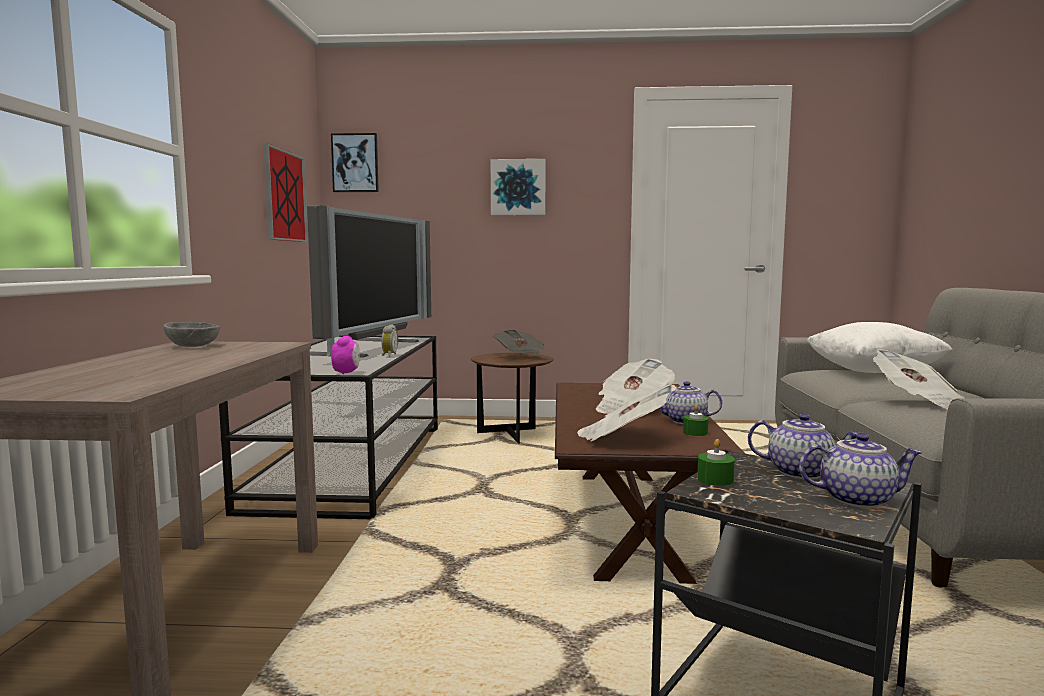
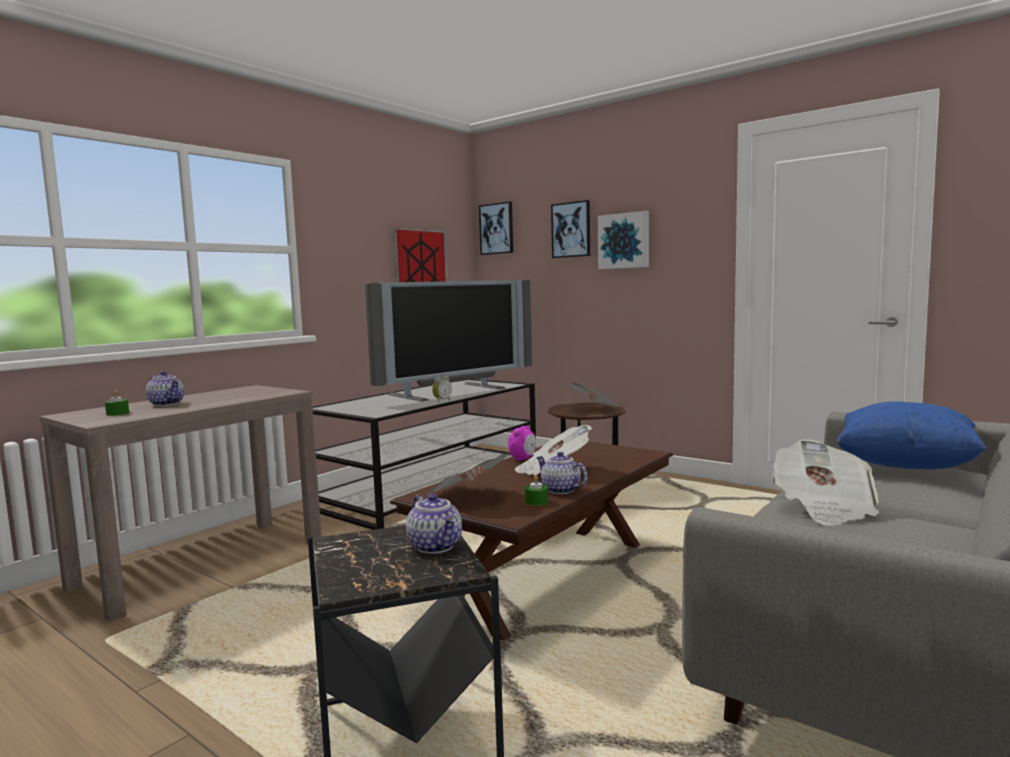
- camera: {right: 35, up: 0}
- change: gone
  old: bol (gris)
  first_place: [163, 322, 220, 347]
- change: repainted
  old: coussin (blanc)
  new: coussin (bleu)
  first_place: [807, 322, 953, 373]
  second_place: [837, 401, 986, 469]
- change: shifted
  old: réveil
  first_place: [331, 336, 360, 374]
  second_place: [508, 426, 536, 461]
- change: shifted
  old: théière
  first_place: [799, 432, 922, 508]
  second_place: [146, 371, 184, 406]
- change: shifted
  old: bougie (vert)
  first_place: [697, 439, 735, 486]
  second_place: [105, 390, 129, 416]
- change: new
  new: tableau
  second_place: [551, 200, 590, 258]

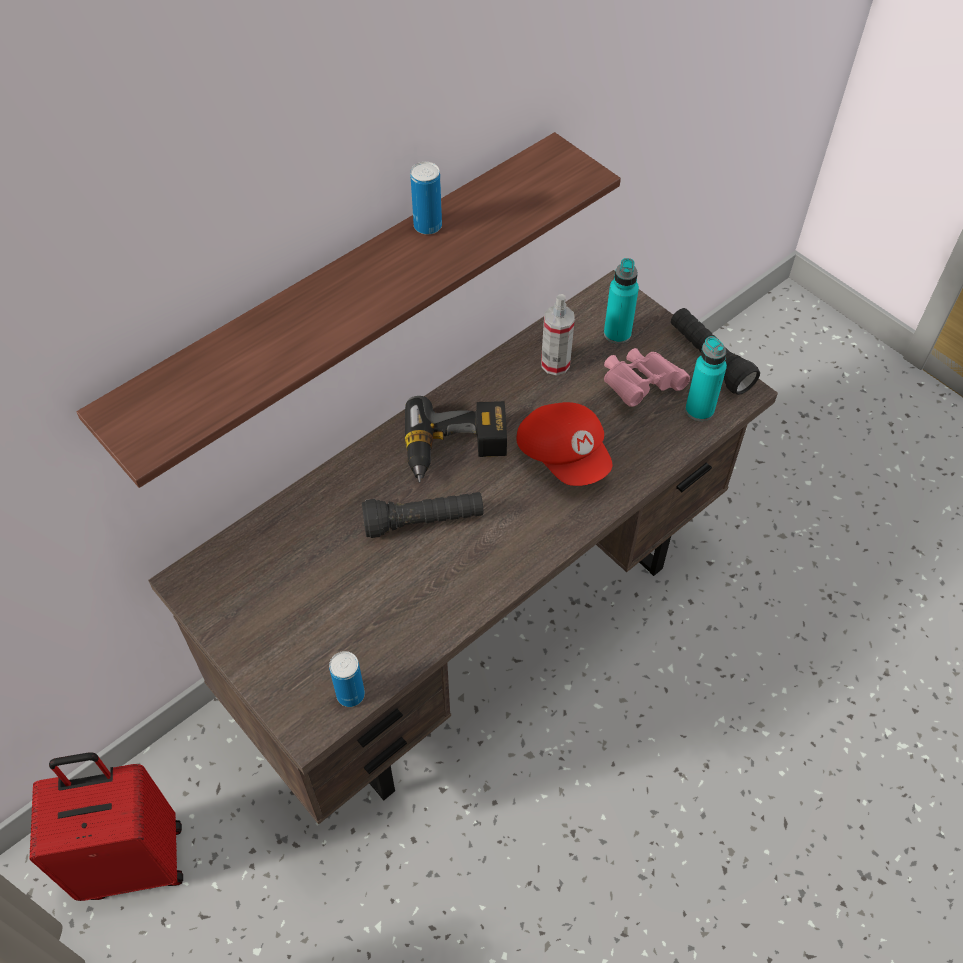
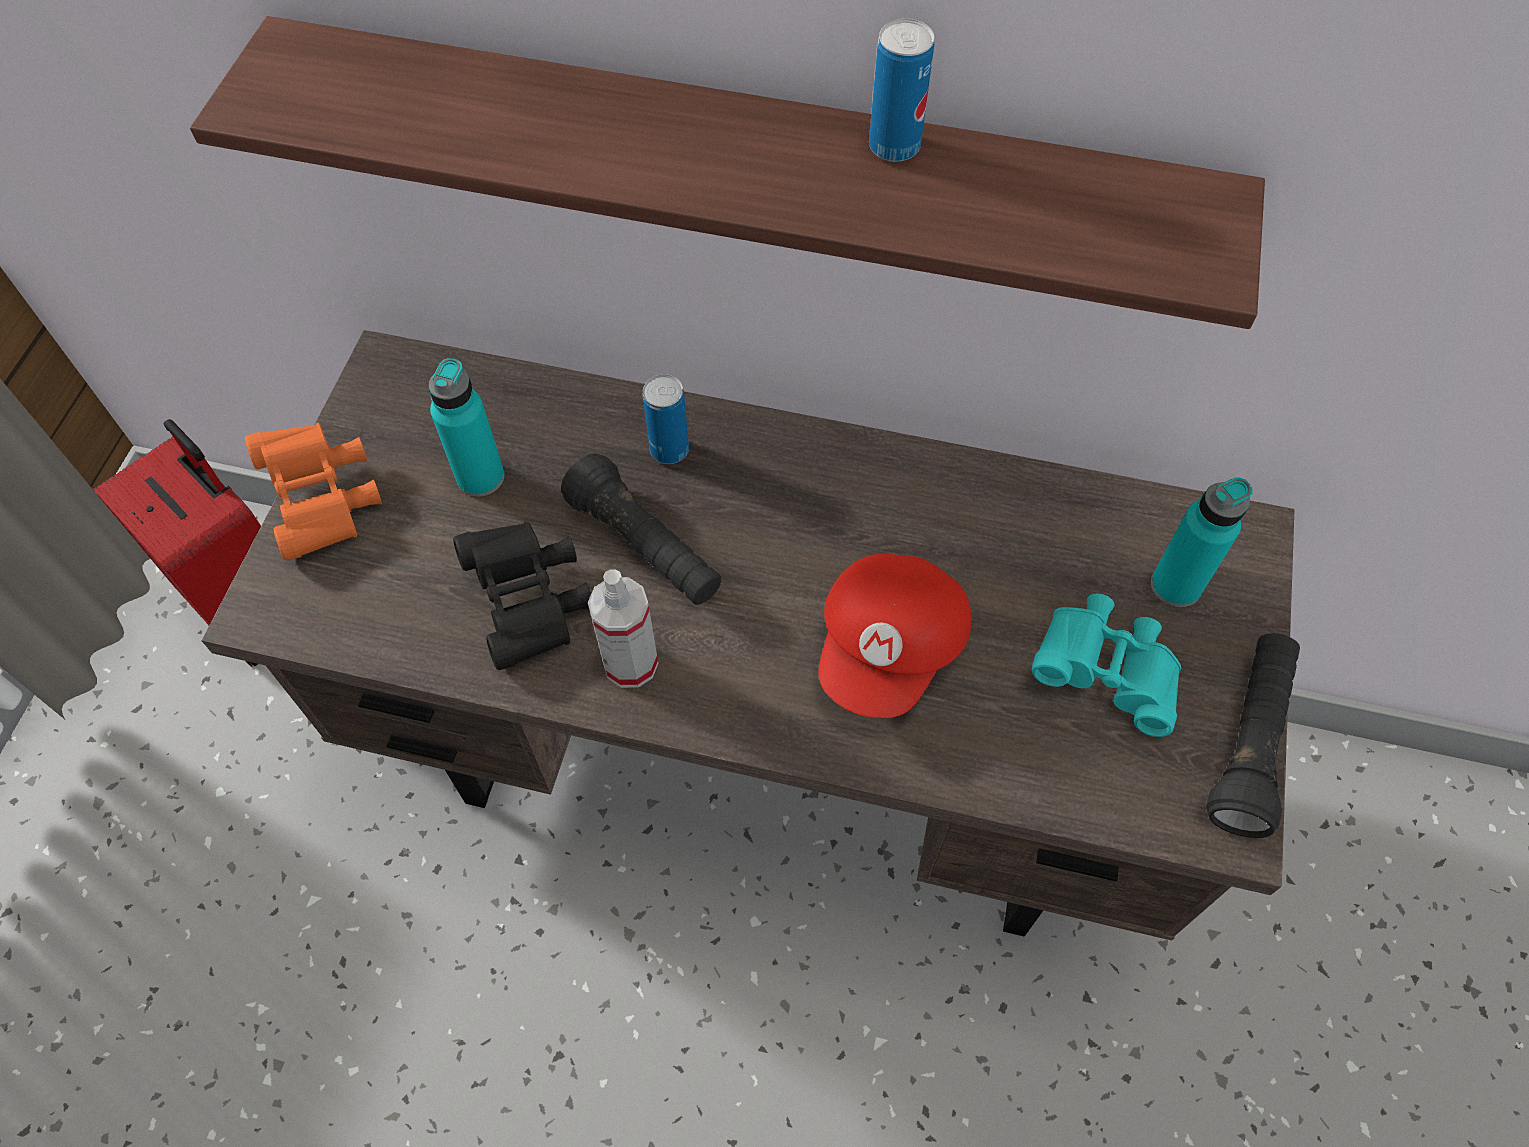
- camera: {right: 55, up: 5}
- change: shifted
  old: vaporisateur
  first_place: [541, 294, 575, 375]
  second_place: [588, 569, 658, 688]
- change: shifted
  old: bouteille (turquoise)
  first_place: [685, 336, 727, 421]
  second_place: [429, 358, 504, 497]
- change: repainted
  old: jumelles (rose)
  new: jumelles (turquoise)
  first_place: [604, 348, 690, 407]
  second_place: [1032, 594, 1181, 737]
- change: gone
  old: perceuse
  first_place: [405, 396, 507, 483]
- change: shifted
  old: boîte métallique
  first_place: [329, 651, 365, 707]
  second_place: [643, 374, 689, 464]
- change: new
  new: jumelles (orange)
  second_place: [245, 423, 382, 561]
- change: new
  new: jumelles (noir)
  second_place: [453, 521, 591, 670]

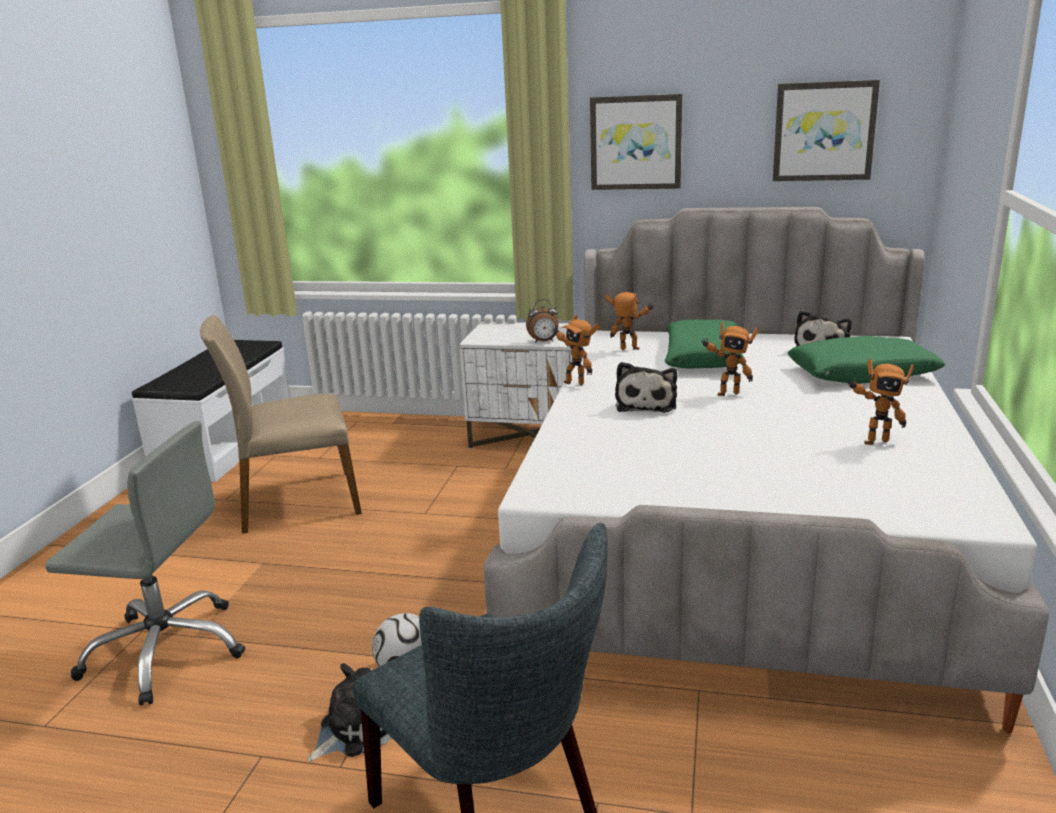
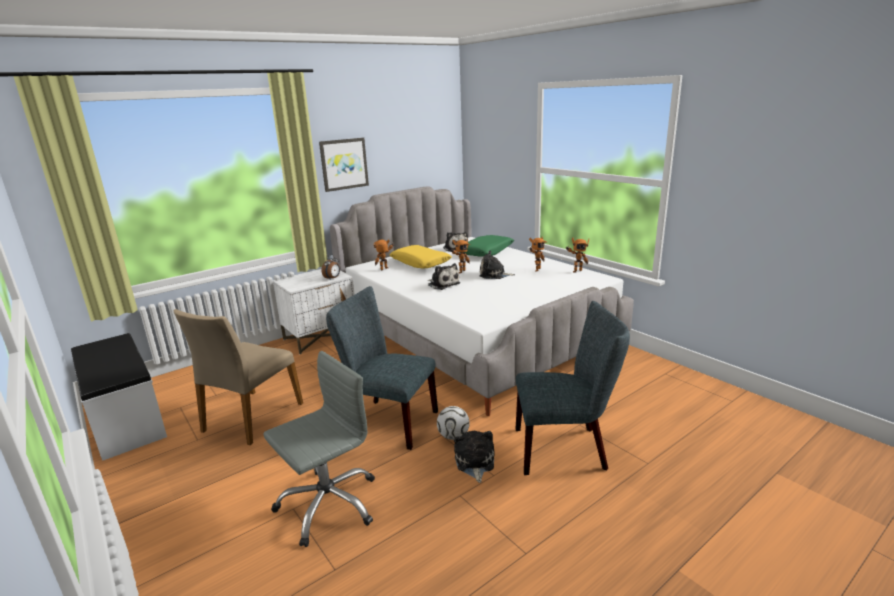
- camera: {right: -50, up: 0}
- change: gone
  old: tableau
  first_place: [773, 80, 880, 181]
- change: shifted
  old: robot jouet
  first_place: [552, 315, 600, 385]
  second_place: [566, 238, 589, 273]
- change: repainted
  old: coussin (vert)
  new: coussin (jaune)
  first_place: [665, 319, 744, 369]
  second_place: [390, 245, 452, 269]
- change: new
  new: peluche
  second_place: [480, 251, 515, 279]
- change: new
  new: chaise (gris)
  second_place: [326, 286, 438, 450]

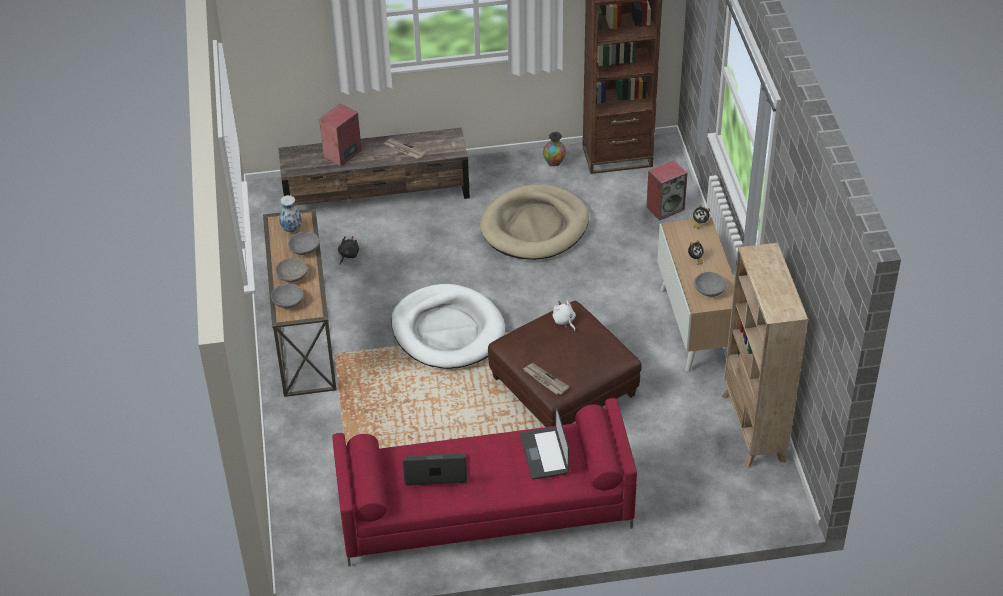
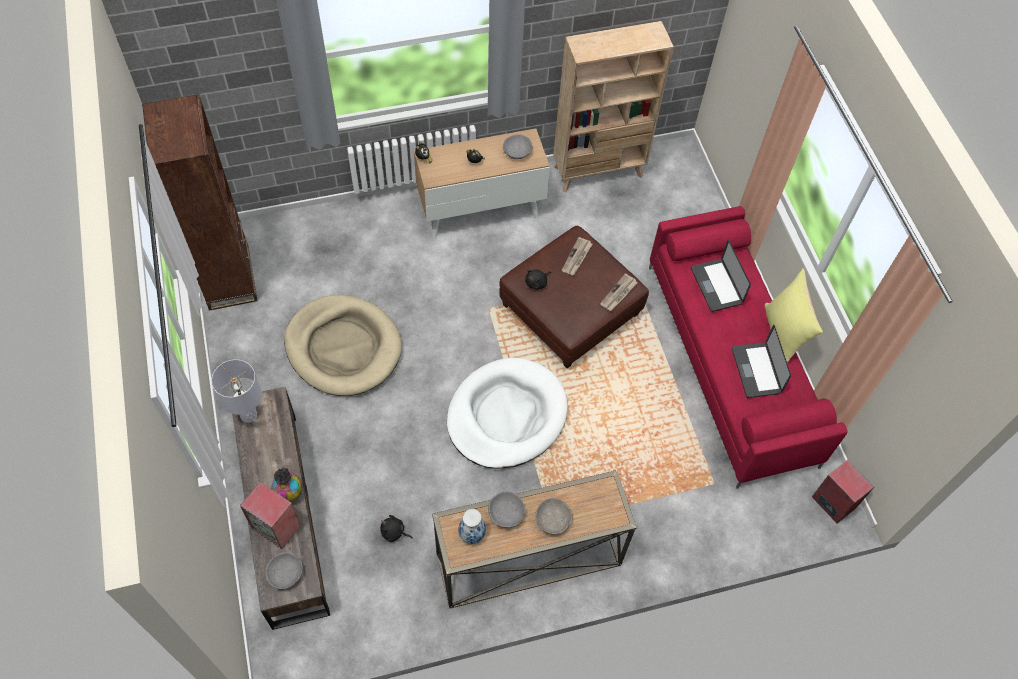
- camera: {right: -100, up: 15}
- change: shifted
  old: vase
  first_place: [543, 132, 566, 166]
  second_place: [272, 468, 302, 502]
- change: shifted
  old: journal
  first_place: [384, 138, 427, 159]
  second_place: [561, 237, 592, 275]
- change: shifted
  old: enceinte
  first_place: [646, 160, 687, 221]
  second_place: [812, 460, 874, 523]
- change: shifted
  old: bol (gris)
  first_place: [271, 284, 304, 309]
  second_place: [265, 552, 303, 589]
- change: repainted
  old: peluche (blanc)
  new: peluche (noir)
  first_place: [553, 300, 576, 331]
  second_place: [525, 270, 551, 290]
- change: rotated
  old: ordinateur portable
  first_place: [520, 403, 569, 479]
  second_place: [691, 240, 751, 312]
  degrees: 90
- change: new
  new: coussin (jaune)
  second_place: [765, 268, 823, 363]
- change: new
  new: lampe de table (gris)
  second_place: [211, 359, 262, 423]

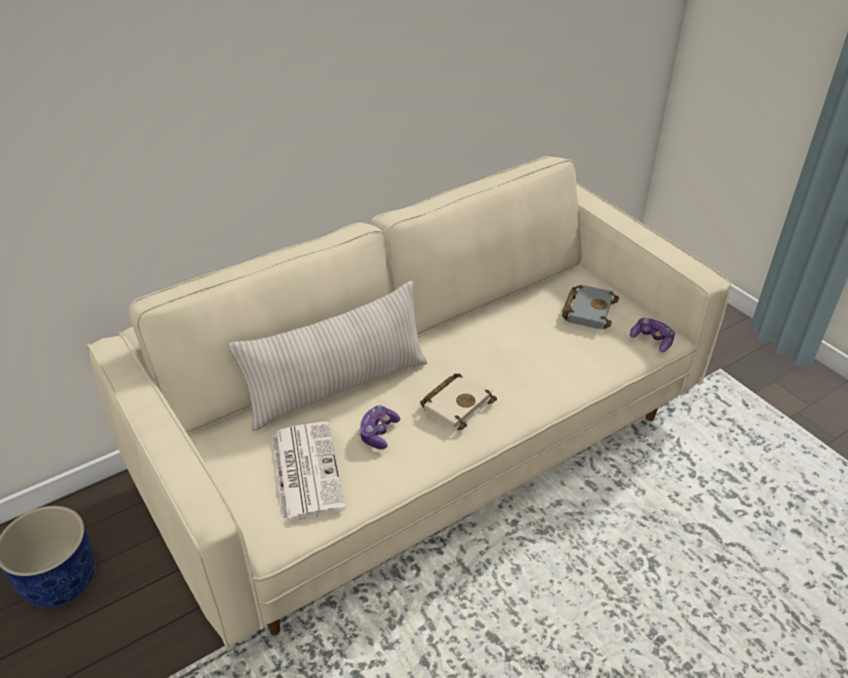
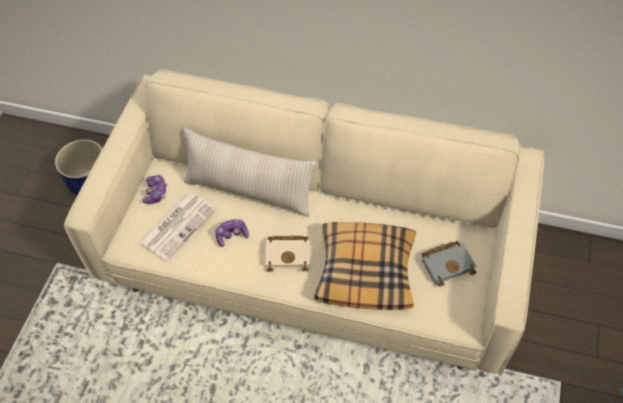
- camera: {right: 50, up: 15}
- change: shifted
  old: manette
  first_place: [630, 318, 675, 352]
  second_place: [142, 175, 167, 204]
- change: new
  new: coussin
  second_place: [314, 222, 416, 310]

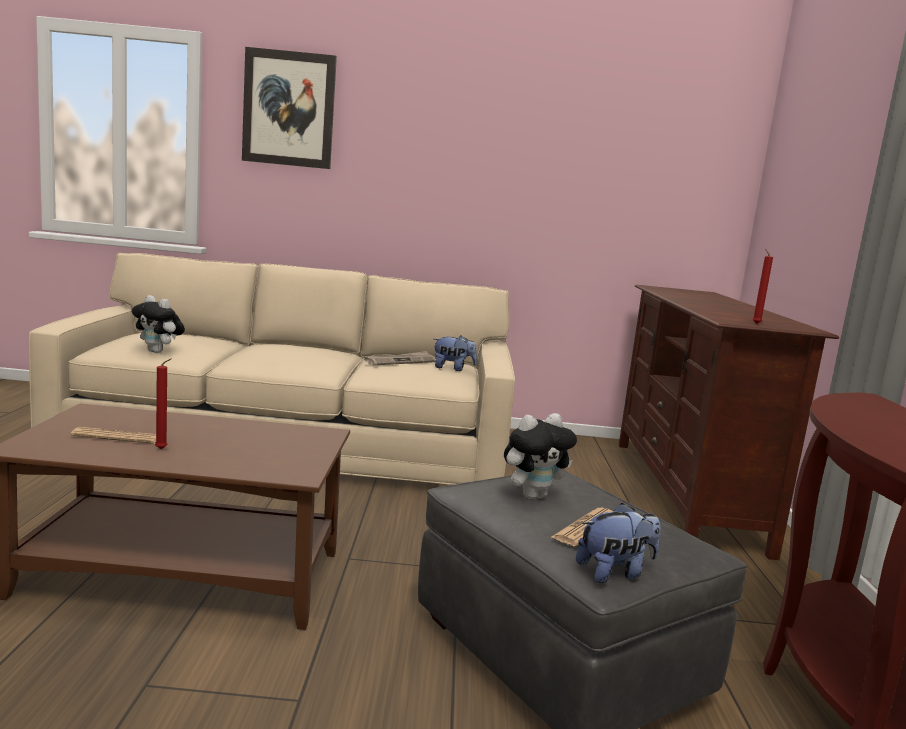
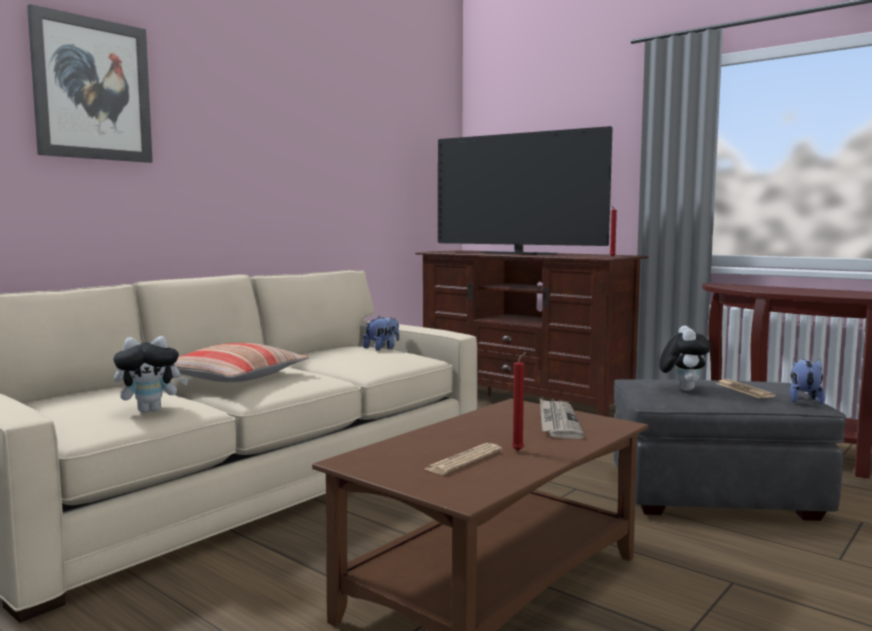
- camera: {right: -50, up: -5}
- change: shifted
  old: journal
  first_place: [364, 351, 436, 365]
  second_place: [540, 399, 585, 439]
- change: new
  new: téléviseur
  second_place: [438, 126, 613, 255]
- change: new
  new: coussin
  second_place: [174, 343, 309, 382]

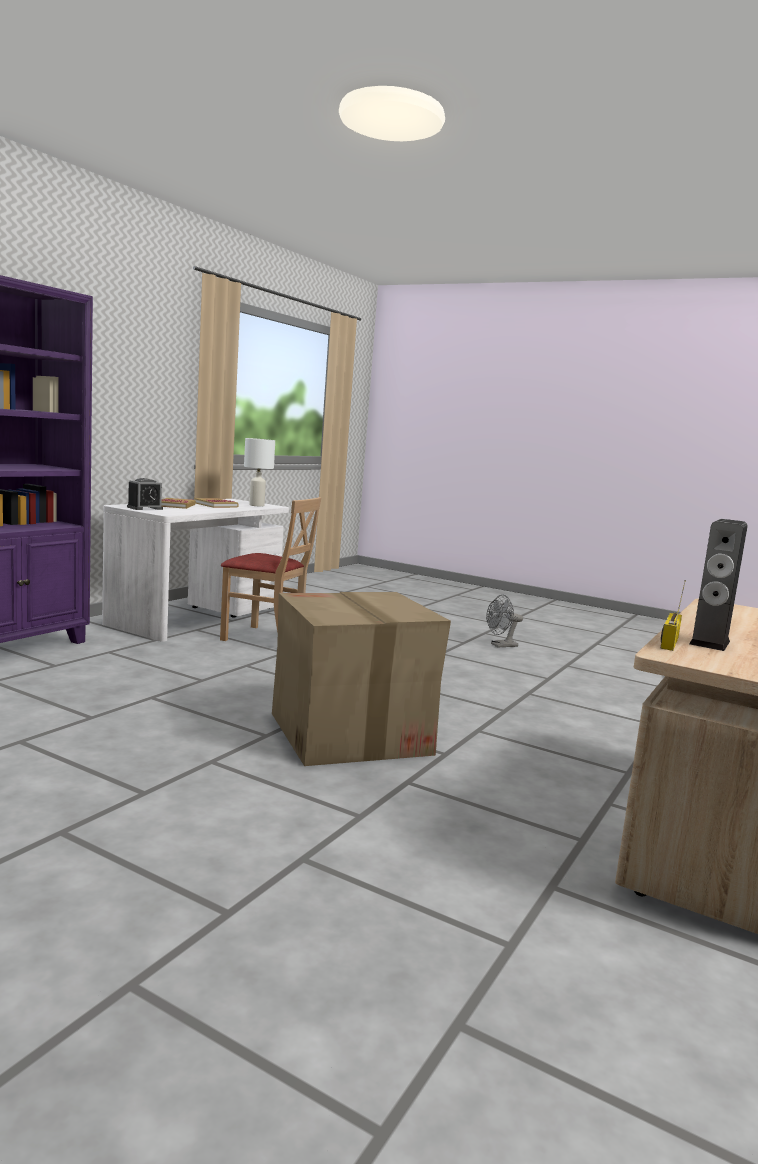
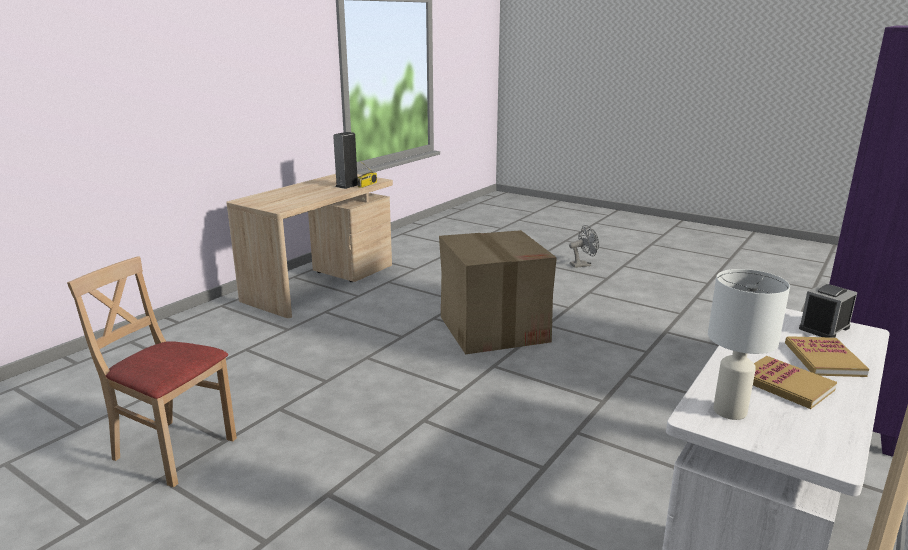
- camera: {right: -175, up: 10}
- change: shifted
  old: chaise (beige)
  first_place: [220, 497, 321, 641]
  second_place: [67, 256, 237, 487]
- change: shifted
  old: ventilateur (gris)
  first_place: [486, 595, 523, 648]
  second_place: [569, 225, 599, 268]

